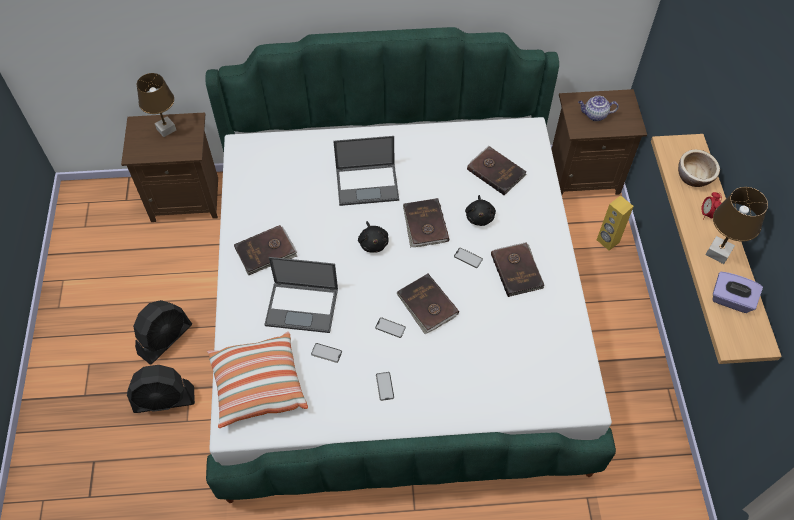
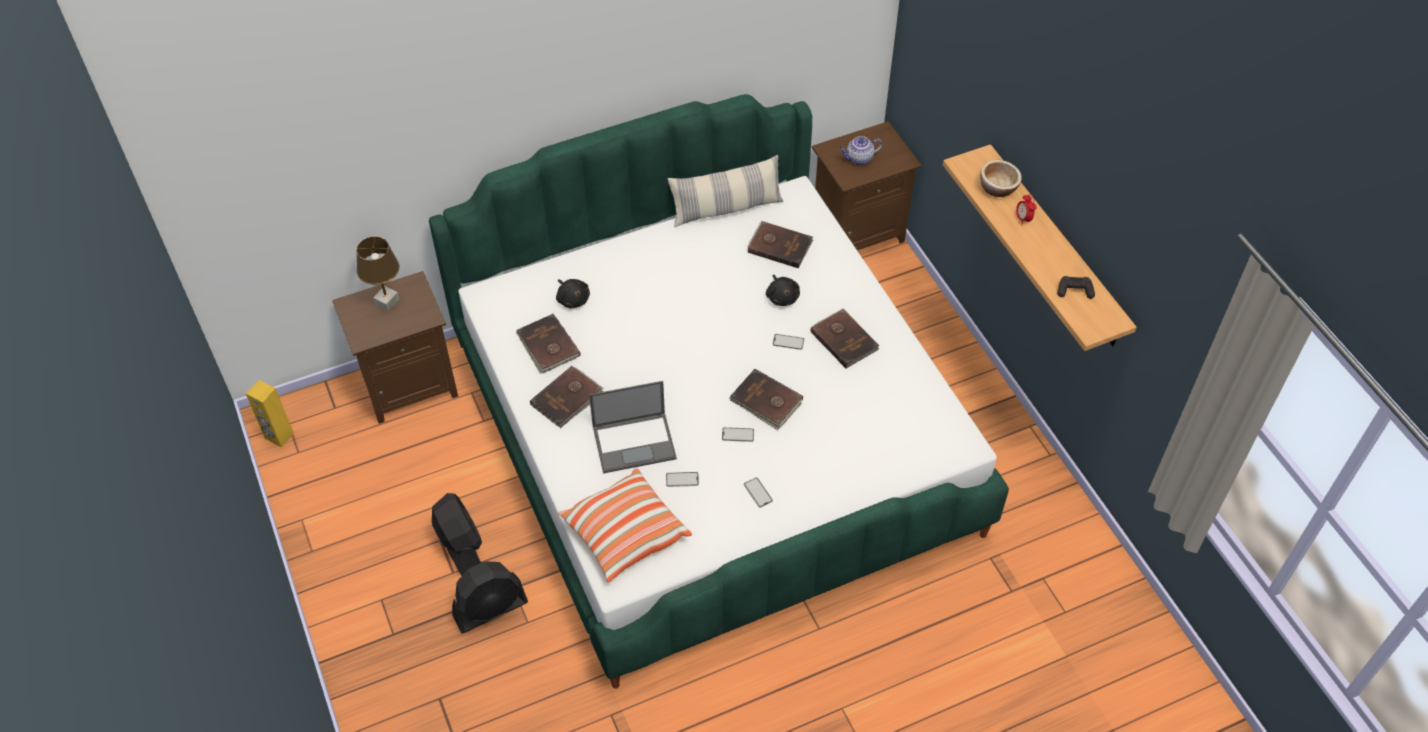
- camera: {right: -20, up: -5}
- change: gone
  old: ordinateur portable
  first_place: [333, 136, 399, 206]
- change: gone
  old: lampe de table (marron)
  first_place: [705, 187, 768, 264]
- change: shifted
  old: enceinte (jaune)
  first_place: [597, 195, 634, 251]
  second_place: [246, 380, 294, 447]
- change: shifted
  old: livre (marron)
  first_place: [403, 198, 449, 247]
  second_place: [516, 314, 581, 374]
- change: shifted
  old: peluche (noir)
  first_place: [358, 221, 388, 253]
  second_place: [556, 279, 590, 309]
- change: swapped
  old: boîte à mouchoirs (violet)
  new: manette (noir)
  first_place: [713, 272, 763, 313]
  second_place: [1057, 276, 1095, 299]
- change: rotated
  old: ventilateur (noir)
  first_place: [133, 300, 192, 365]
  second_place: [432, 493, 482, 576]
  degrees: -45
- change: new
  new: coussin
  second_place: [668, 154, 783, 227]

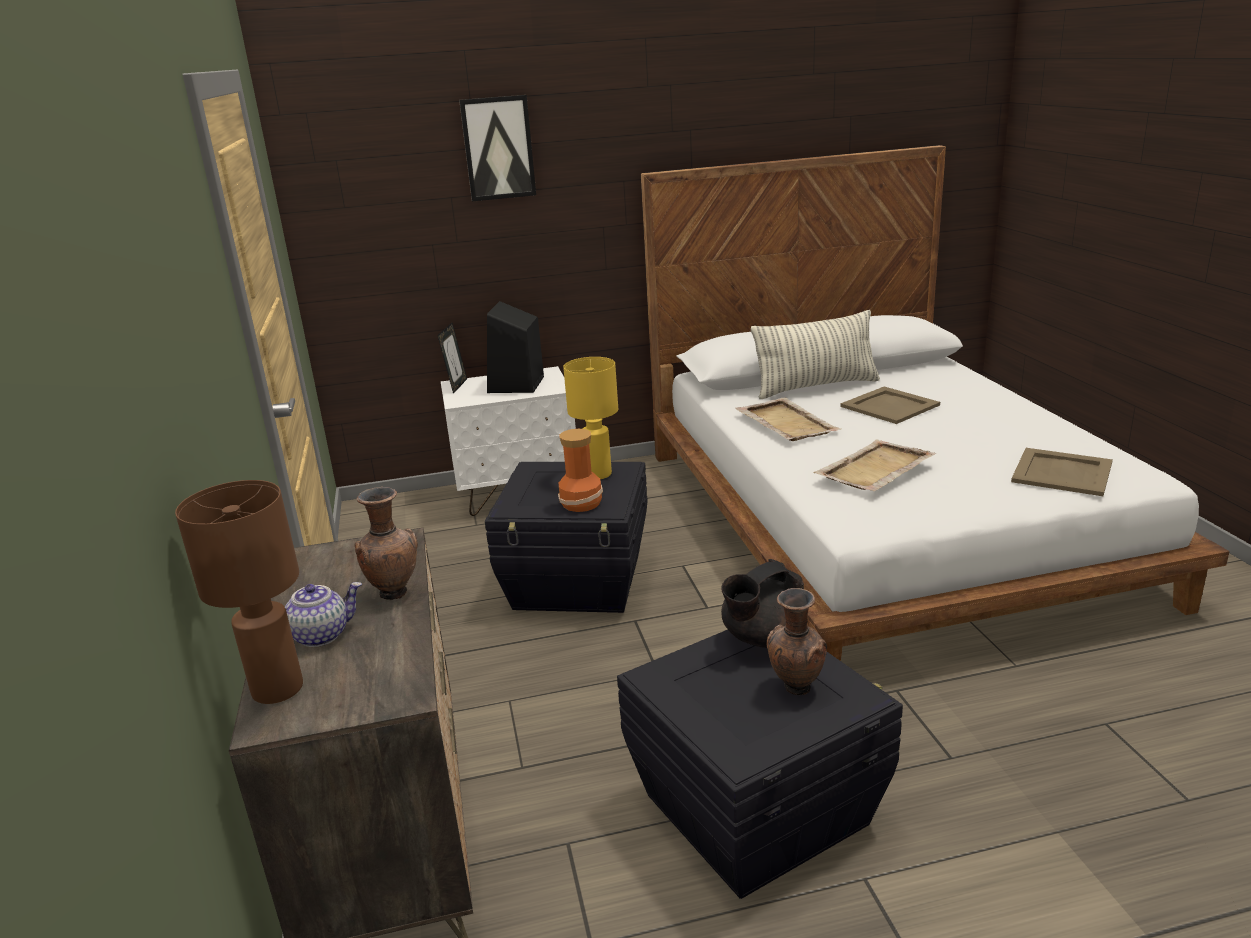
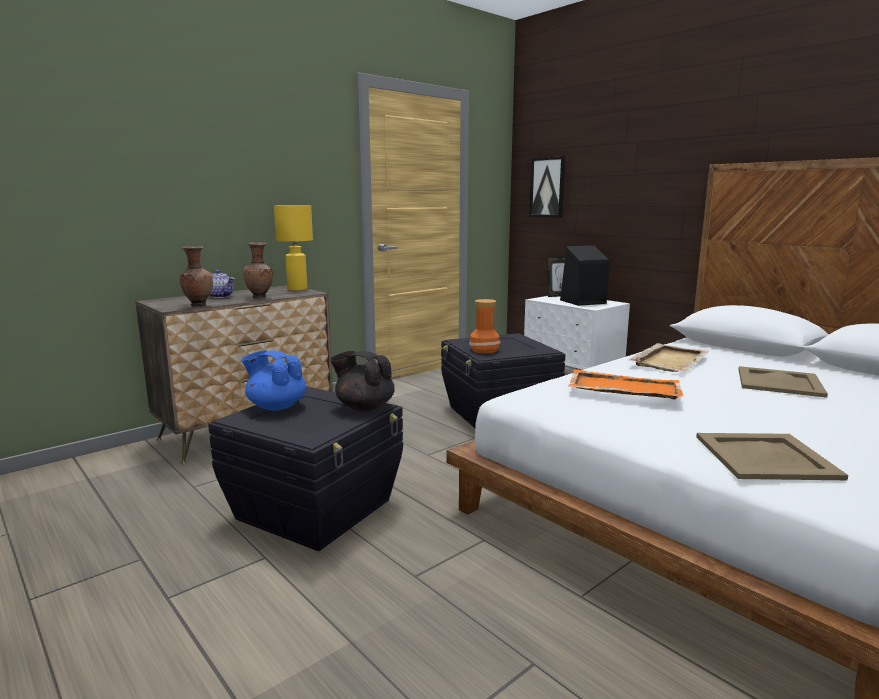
- camera: {right: 60, up: -10}
- change: shifted
  old: tableau
  first_place: [459, 95, 536, 201]
  second_place: [529, 156, 566, 218]
- change: gone
  old: coussin
  first_place: [751, 310, 880, 399]
- change: shifted
  old: lampe de table (jaune)
  first_place: [563, 357, 618, 479]
  second_place: [274, 205, 313, 291]
- change: repainted
  old: plateau (beige)
  new: plateau (orange)
  first_place: [813, 440, 936, 491]
  second_place: [568, 370, 684, 399]
- change: gone
  old: lampe de table (marron)
  first_place: [175, 480, 303, 704]
- change: shifted
  old: vase (marron)
  first_place: [766, 588, 827, 695]
  second_place: [180, 246, 213, 307]
- change: new
  new: théière (bleu)
  second_place: [241, 350, 307, 411]

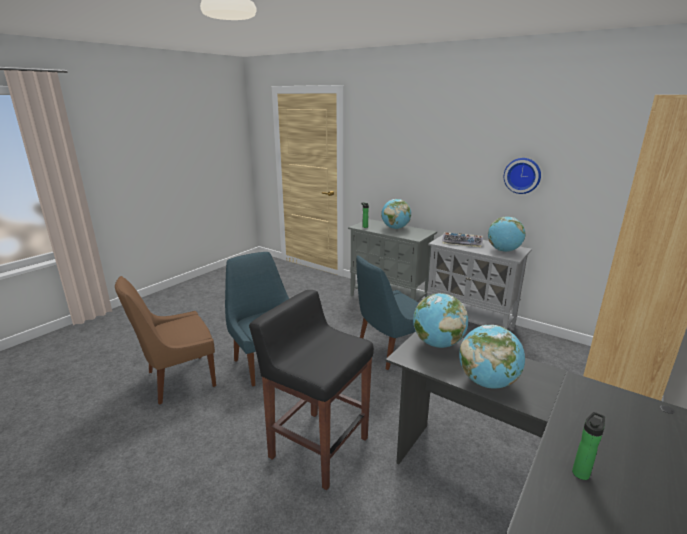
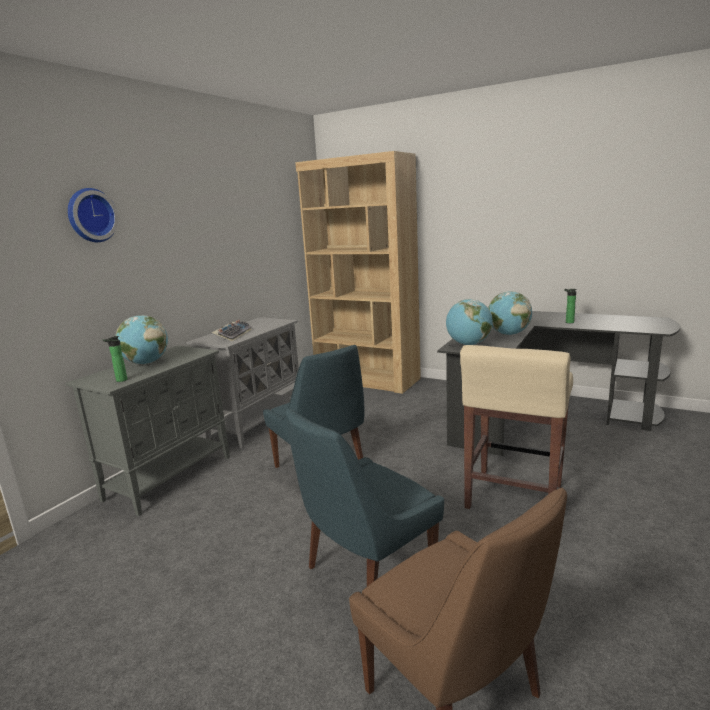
- camera: {right: -95, up: -5}
- change: shifted
  old: horloge murale
  first_place: [504, 158, 541, 194]
  second_place: [68, 188, 119, 242]
- change: gone
  old: globe
  first_place: [488, 217, 525, 252]
- change: repainted
  old: tabouret (noir)
  new: tabouret (beige)
  first_place: [249, 290, 374, 490]
  second_place: [460, 345, 573, 509]

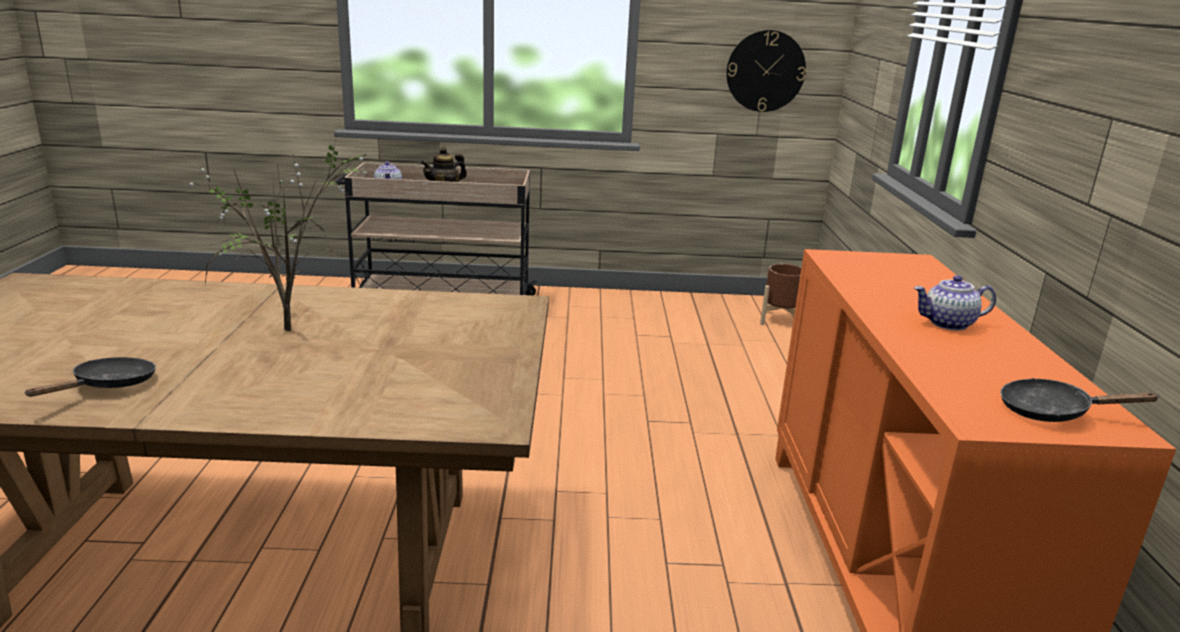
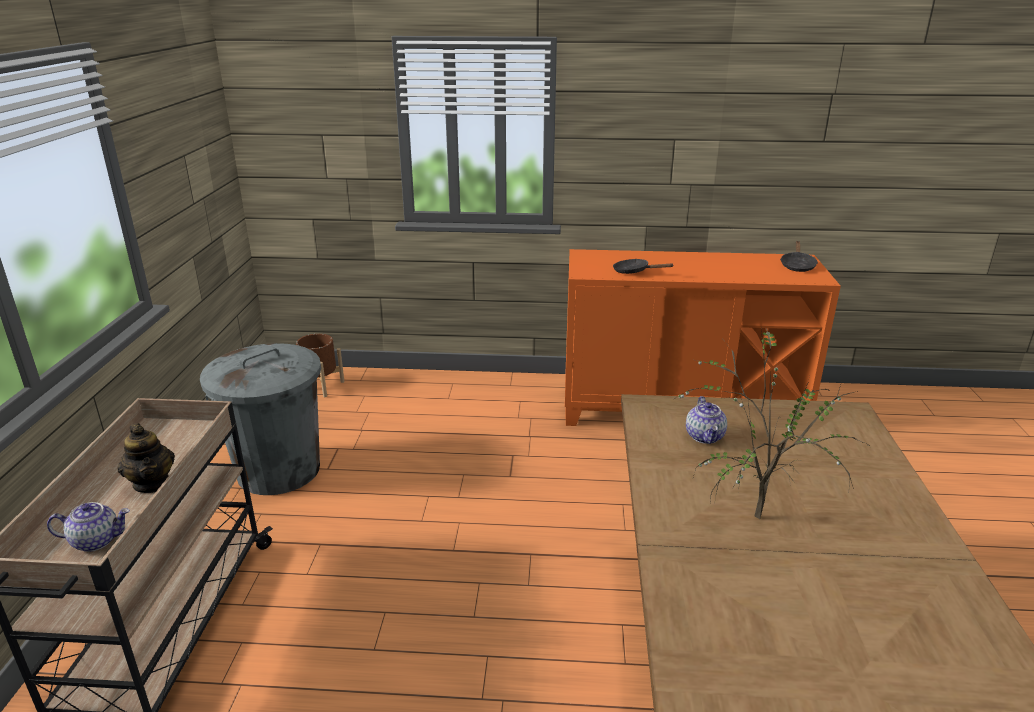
- camera: {right: -85, up: 5}
- change: gone
  old: horloge murale
  first_place: [726, 30, 806, 112]
- change: shifted
  old: théière
  first_place: [914, 275, 996, 331]
  second_place: [686, 396, 727, 444]
- change: shifted
  old: poêle (noir)
  first_place: [24, 357, 156, 397]
  second_place: [613, 259, 674, 274]
- change: new
  new: poubelle (gris)
  second_place: [200, 343, 321, 495]

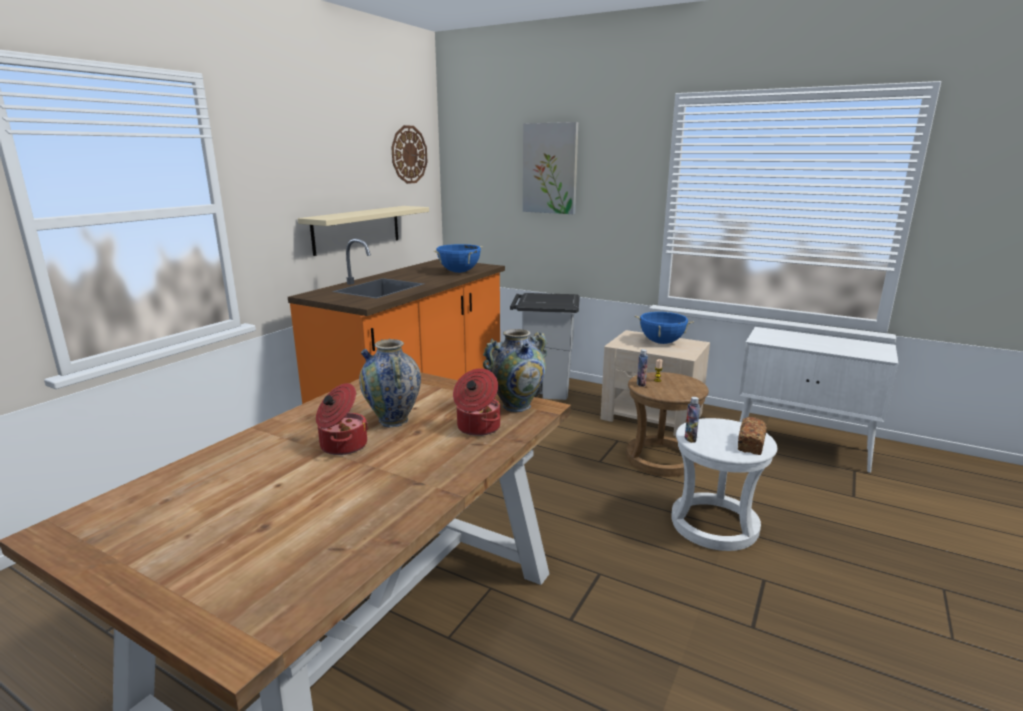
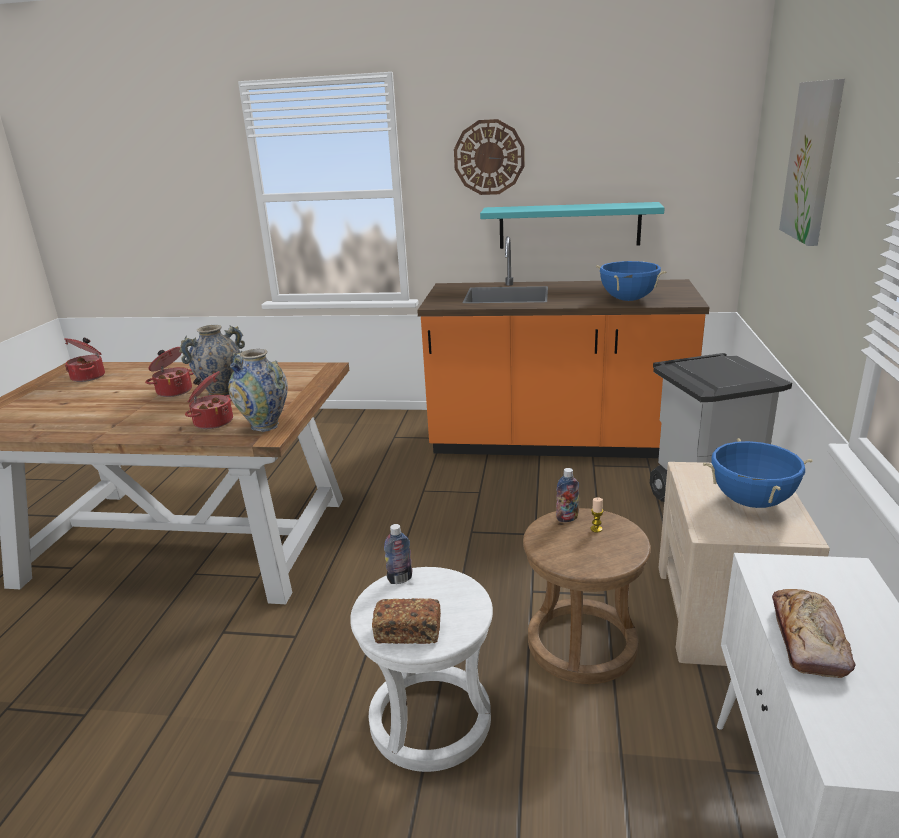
- camera: {right: 70, up: 5}
- change: shifted
  old: horloge murale
  first_place: [391, 125, 427, 184]
  second_place: [454, 119, 524, 195]
- change: repainted
  old: étagère (beige)
  new: étagère (turquoise)
  first_place: [298, 206, 429, 256]
  second_place: [480, 202, 665, 249]
- change: new
  new: marmite
  second_place: [64, 338, 105, 382]
- change: new
  new: pain
  second_place: [772, 589, 856, 678]

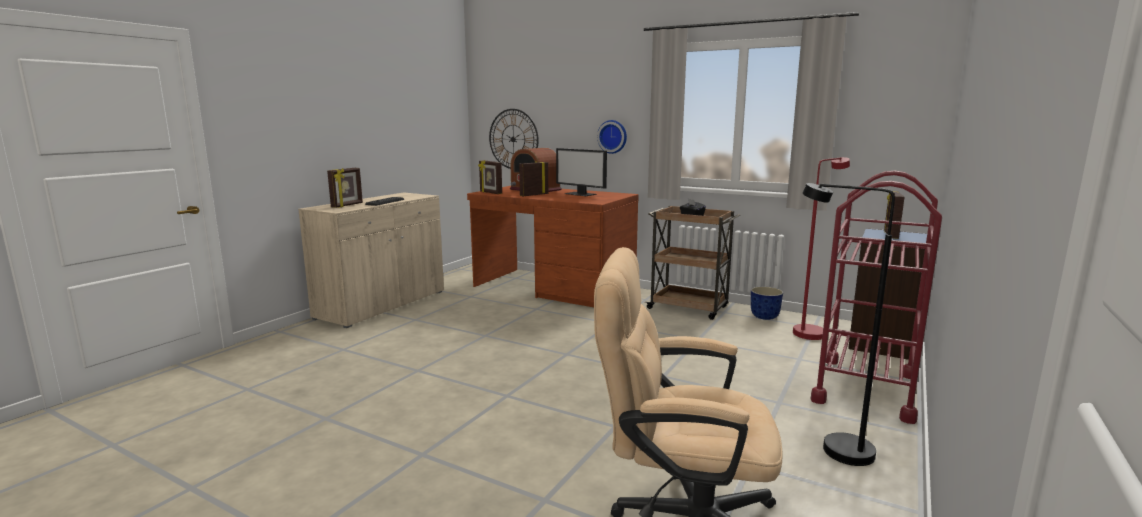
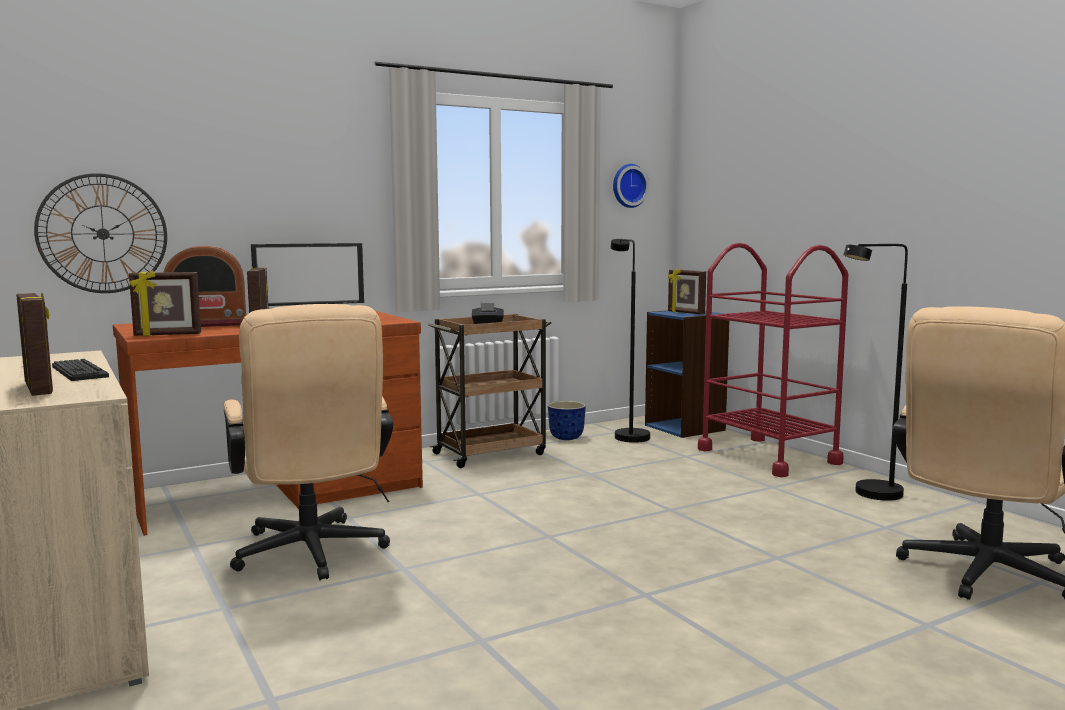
- camera: {right: -60, up: -5}
- change: shifted
  old: horloge murale
  first_place: [597, 120, 627, 154]
  second_place: [613, 164, 649, 208]
- change: repainted
  old: lampadaire (rouge)
  new: lampadaire (noir)
  first_place: [793, 157, 850, 340]
  second_place: [611, 239, 650, 443]
- change: new
  new: chaise de bureau (beige)
  second_place: [223, 304, 393, 580]

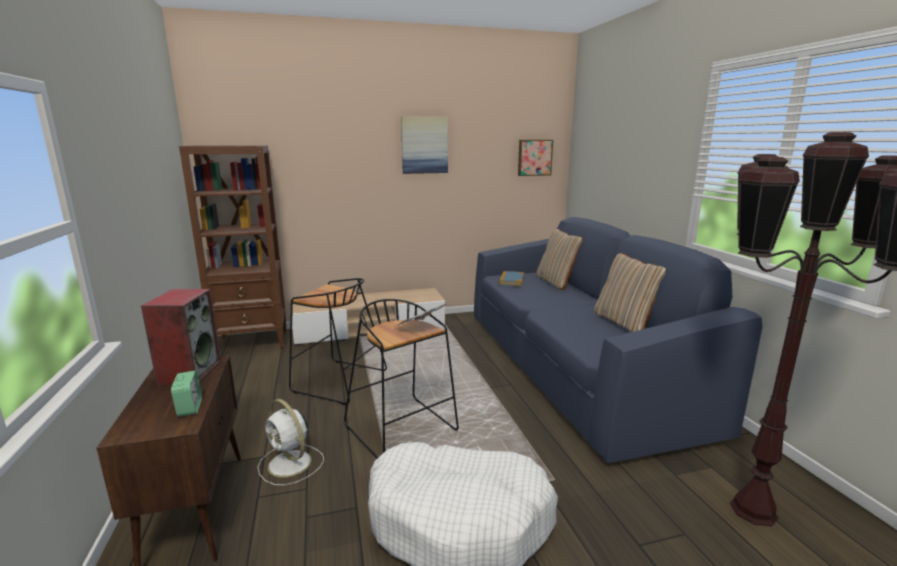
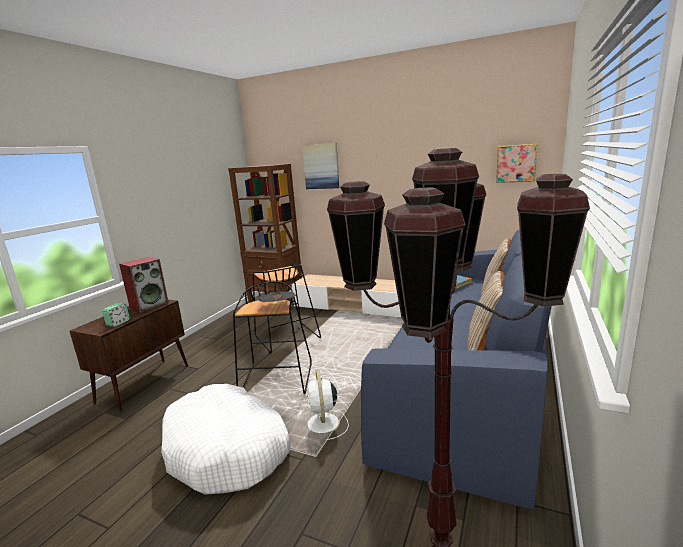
- camera: {right: 40, up: 0}
- change: shifted
  old: tableau
  first_place: [401, 116, 448, 174]
  second_place: [302, 143, 340, 189]
- change: shifted
  old: ventilateur (blanc)
  first_place: [258, 399, 324, 485]
  second_place: [302, 370, 349, 440]

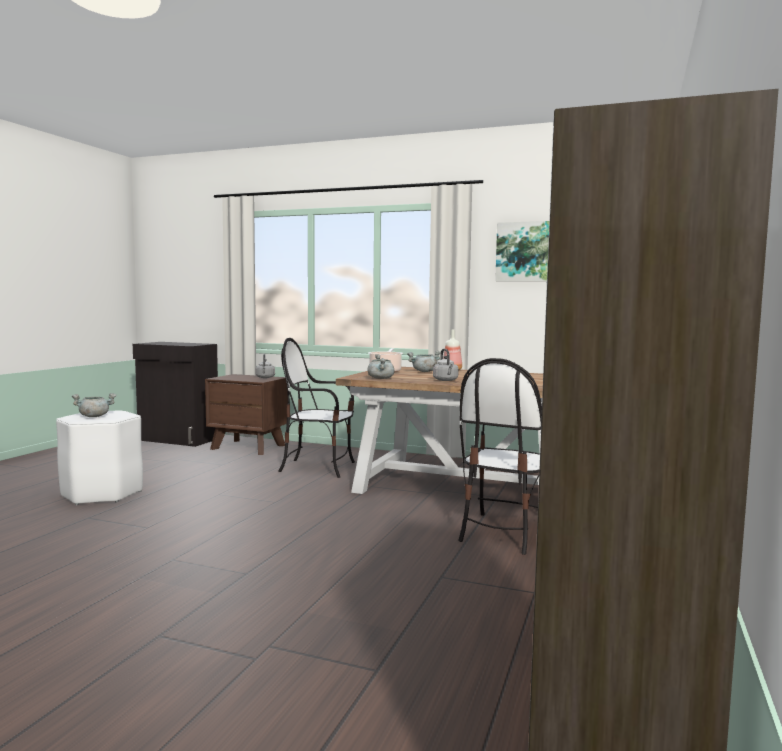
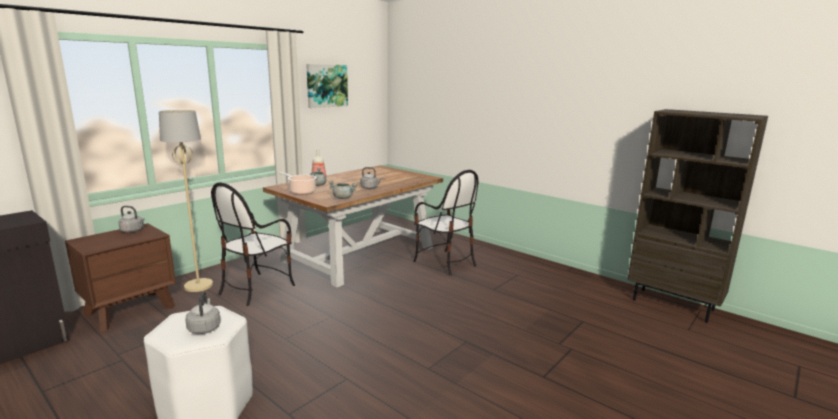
- camera: {right: -70, up: 10}
- change: swapped
  old: marmite (gris)
  new: bouilloire (gris)
  first_place: [72, 393, 117, 417]
  second_place: [185, 291, 221, 334]
- change: new
  new: lampadaire (beige)
  second_place: [159, 110, 213, 292]

